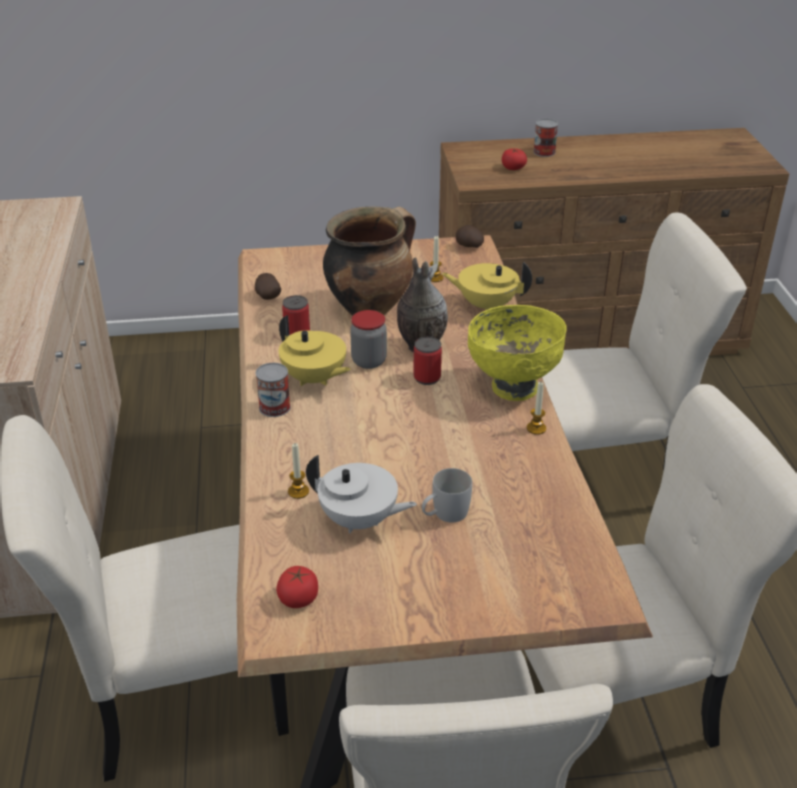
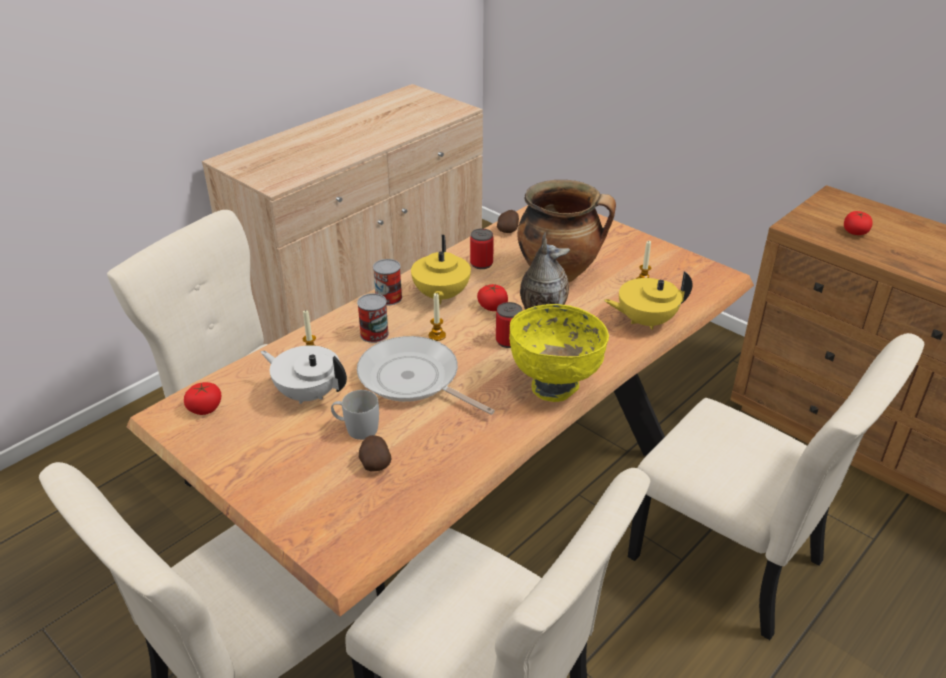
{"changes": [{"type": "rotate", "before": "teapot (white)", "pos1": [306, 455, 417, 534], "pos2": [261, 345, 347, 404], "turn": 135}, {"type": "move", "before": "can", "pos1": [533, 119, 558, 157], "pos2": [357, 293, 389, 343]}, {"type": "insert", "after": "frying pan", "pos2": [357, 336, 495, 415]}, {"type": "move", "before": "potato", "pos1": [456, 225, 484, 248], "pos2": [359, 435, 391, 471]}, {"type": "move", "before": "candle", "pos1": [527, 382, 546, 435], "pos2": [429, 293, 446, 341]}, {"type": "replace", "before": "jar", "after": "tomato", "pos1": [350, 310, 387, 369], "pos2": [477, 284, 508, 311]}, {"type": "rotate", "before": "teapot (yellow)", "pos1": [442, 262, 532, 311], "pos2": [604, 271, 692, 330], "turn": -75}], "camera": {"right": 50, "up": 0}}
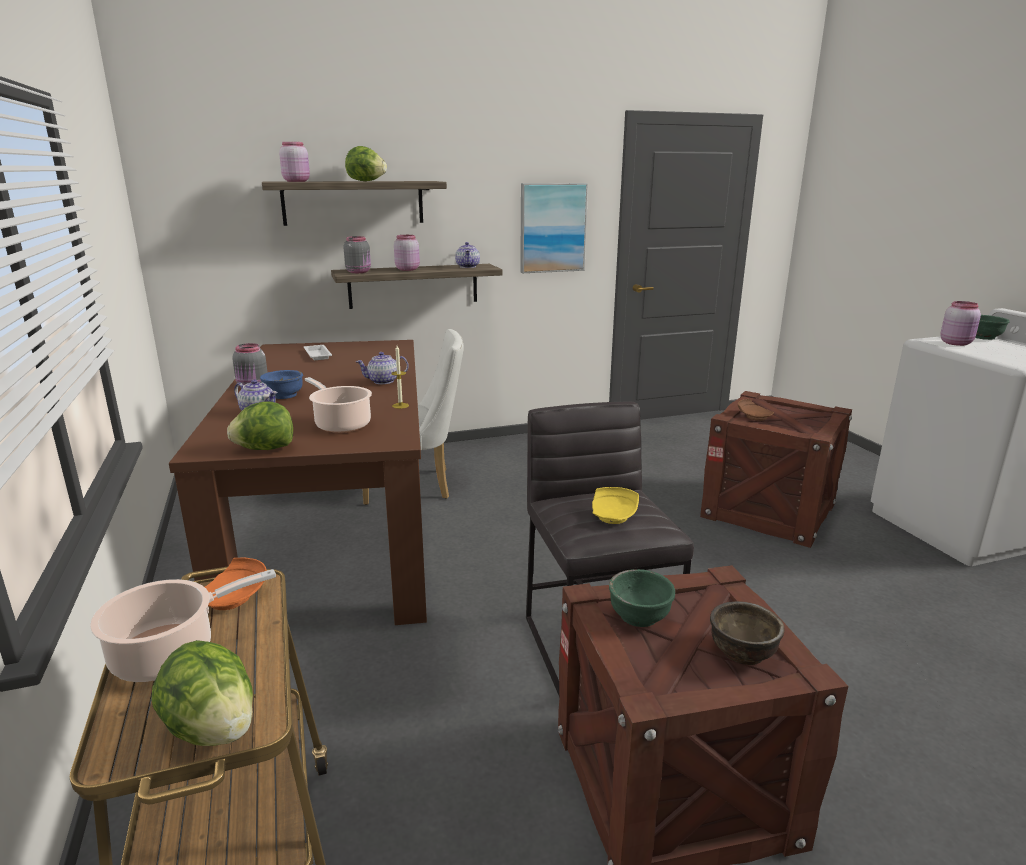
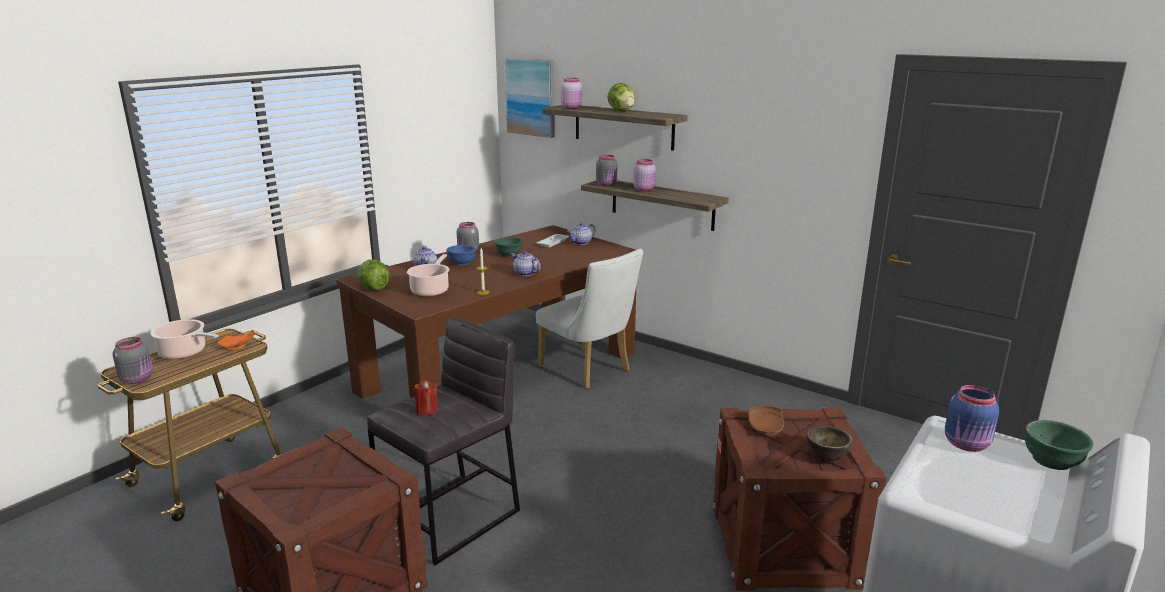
{"changes": [{"type": "replace", "before": "lettuce", "after": "jar (grey)", "pos1": [151, 640, 253, 746], "pos2": [113, 337, 153, 384]}, {"type": "replace", "before": "plate (yellow)", "after": "candle (red)", "pos1": [592, 487, 639, 524], "pos2": [414, 381, 438, 415]}, {"type": "move", "before": "bowl (green)", "pos1": [609, 569, 675, 627], "pos2": [494, 237, 522, 257]}, {"type": "move", "before": "picture", "pos1": [520, 183, 588, 273], "pos2": [504, 58, 555, 138]}, {"type": "move", "before": "teapot", "pos1": [455, 242, 480, 268], "pos2": [567, 222, 595, 245]}, {"type": "move", "before": "bowl (brown)", "pos1": [710, 601, 785, 665], "pos2": [806, 425, 853, 463]}, {"type": "recolor", "before": "jar (pink)", "after": "jar (blue)", "pos1": [940, 301, 981, 346], "pos2": [945, 385, 999, 452]}], "camera": {"right": 55, "up": 0}}
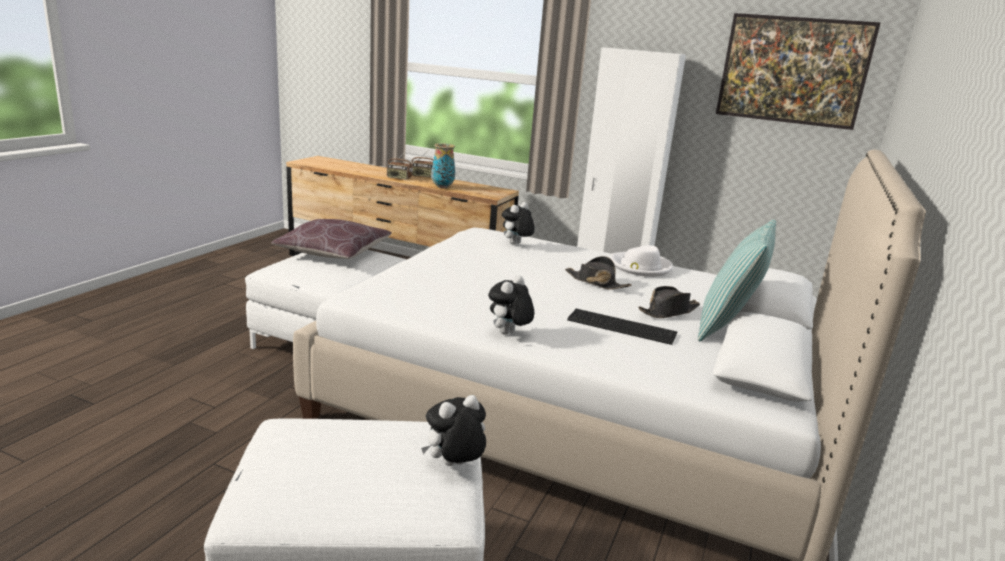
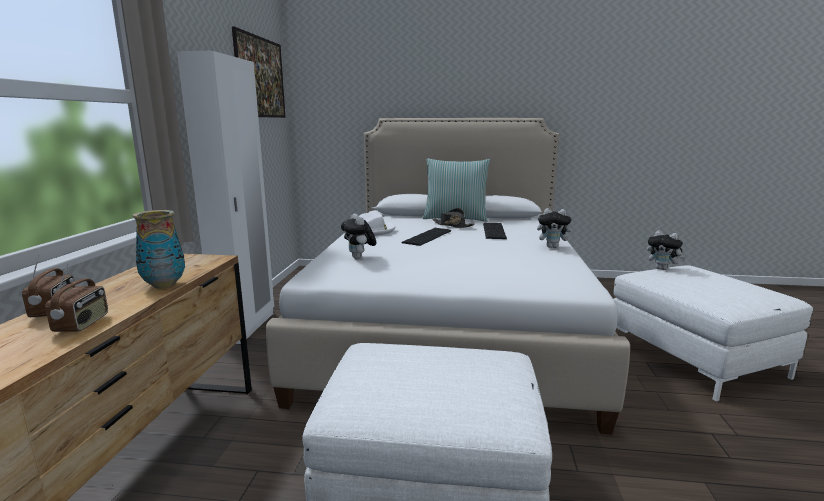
{"changes": [{"type": "rotate", "before": "plush toy", "pos1": [502, 202, 535, 245], "pos2": [341, 214, 376, 259], "turn": 45}, {"type": "replace", "before": "hat (black)", "after": "keyboard", "pos1": [565, 256, 632, 290], "pos2": [401, 228, 451, 246]}, {"type": "delete", "before": "pillow (brown)", "pos1": [271, 219, 392, 259]}], "camera": {"right": -105, "up": -5}}
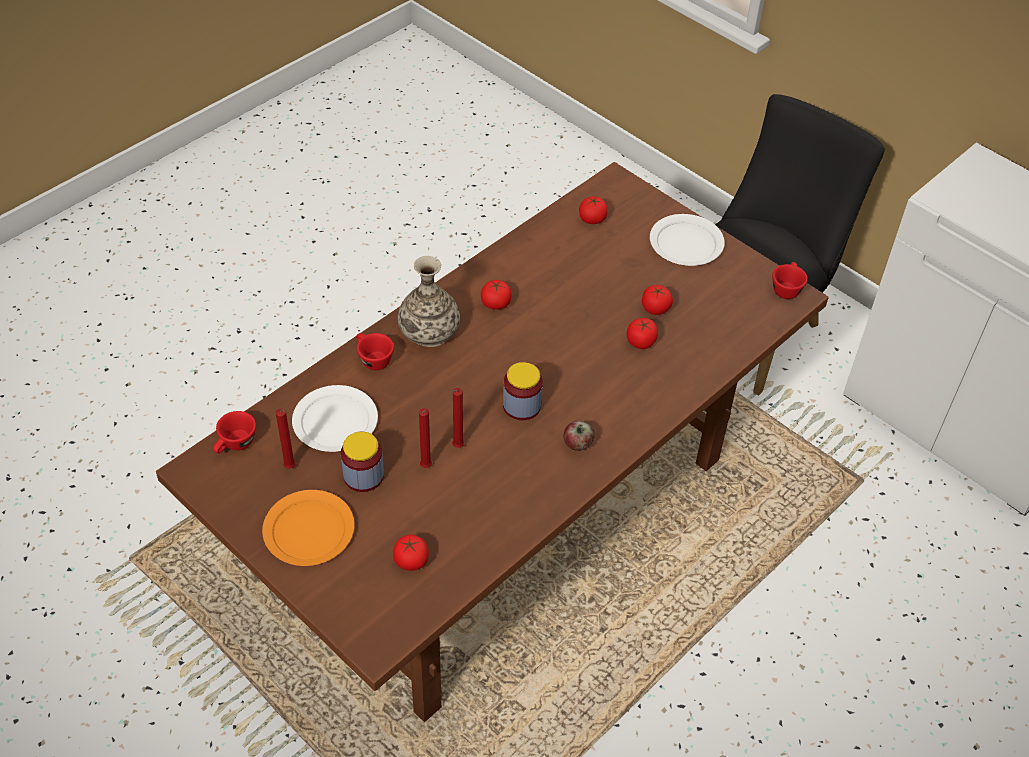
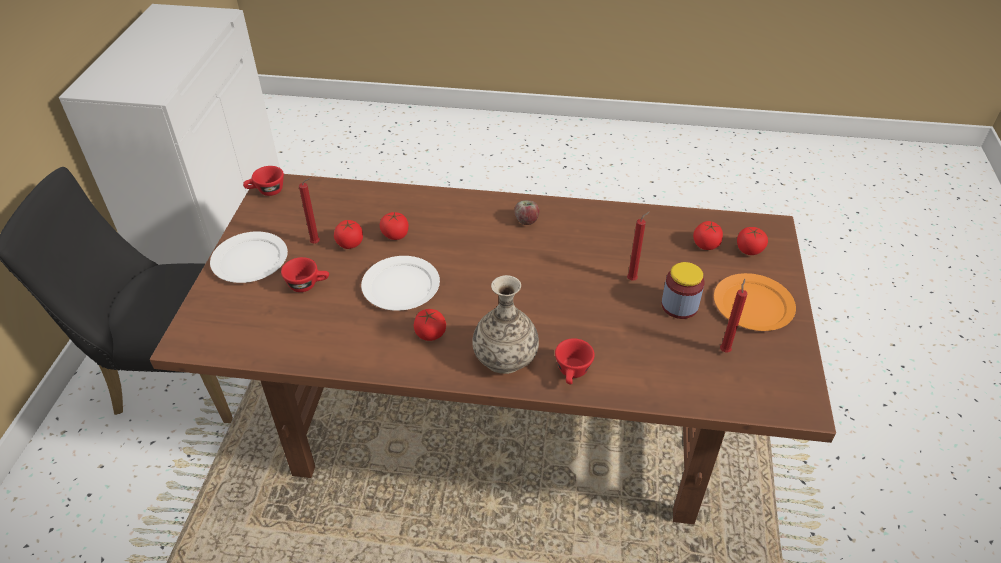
{"changes": [{"type": "move", "before": "cup (red)", "pos1": [213, 411, 256, 454], "pos2": [281, 257, 329, 292]}, {"type": "move", "before": "candle (red)", "pos1": [452, 388, 464, 448], "pos2": [299, 178, 320, 244]}, {"type": "move", "before": "plate (white)", "pos1": [292, 385, 378, 452], "pos2": [361, 256, 440, 311]}, {"type": "move", "before": "tomato", "pos1": [579, 196, 608, 224], "pos2": [737, 227, 768, 255]}, {"type": "delete", "before": "jar", "pos1": [503, 362, 543, 420]}], "camera": {"right": -125, "up": -5}}
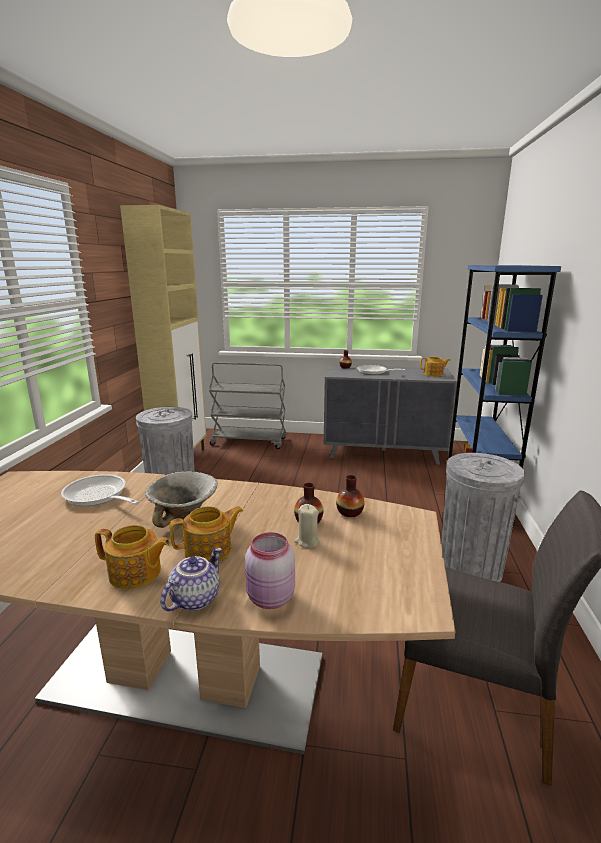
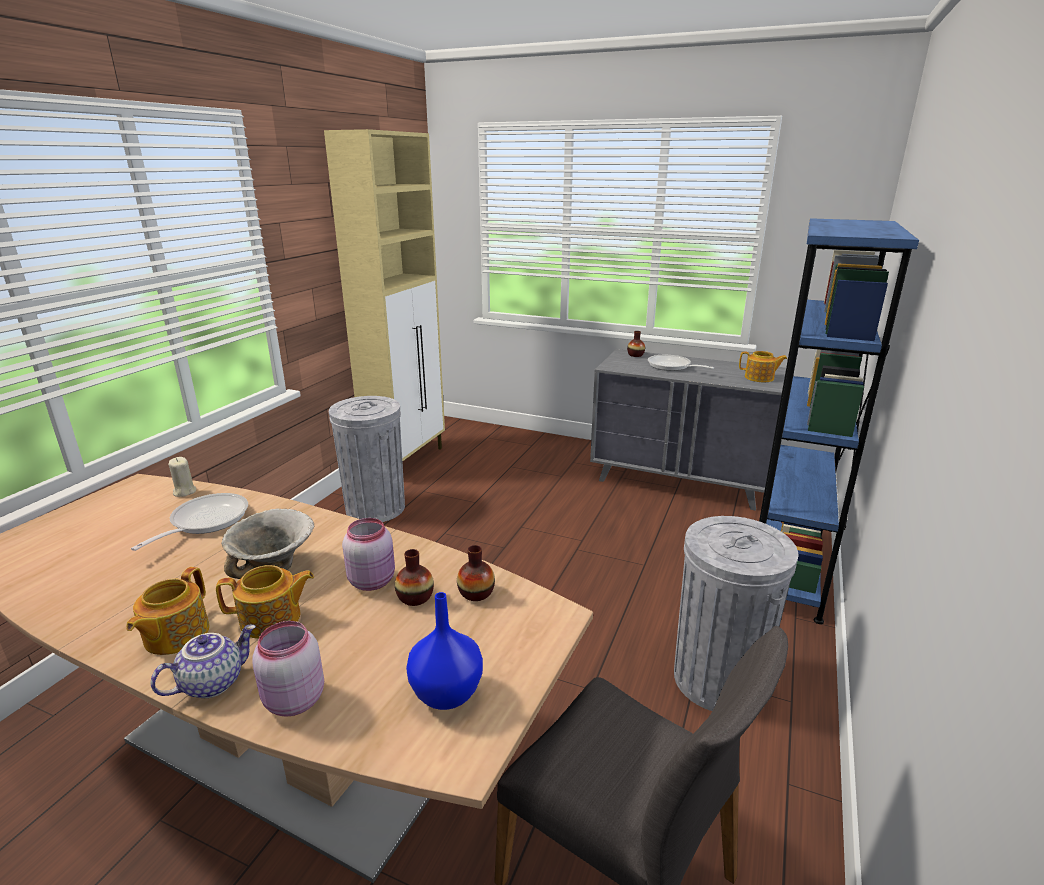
{"changes": [{"type": "rotate", "before": "teapot", "pos1": [95, 525, 170, 589], "pos2": [126, 567, 209, 655], "turn": 75}, {"type": "rotate", "before": "frying pan", "pos1": [61, 474, 139, 506], "pos2": [131, 493, 248, 551], "turn": 60}, {"type": "move", "before": "candle (beige)", "pos1": [294, 504, 321, 548], "pos2": [168, 457, 196, 497]}, {"type": "insert", "after": "jar (pink)", "pos2": [342, 518, 395, 591]}, {"type": "insert", "after": "vase (blue)", "pos2": [406, 592, 483, 710]}, {"type": "delete", "before": "cart (grey)", "pos1": [209, 362, 287, 449]}], "camera": {"right": 15, "up": 5}}
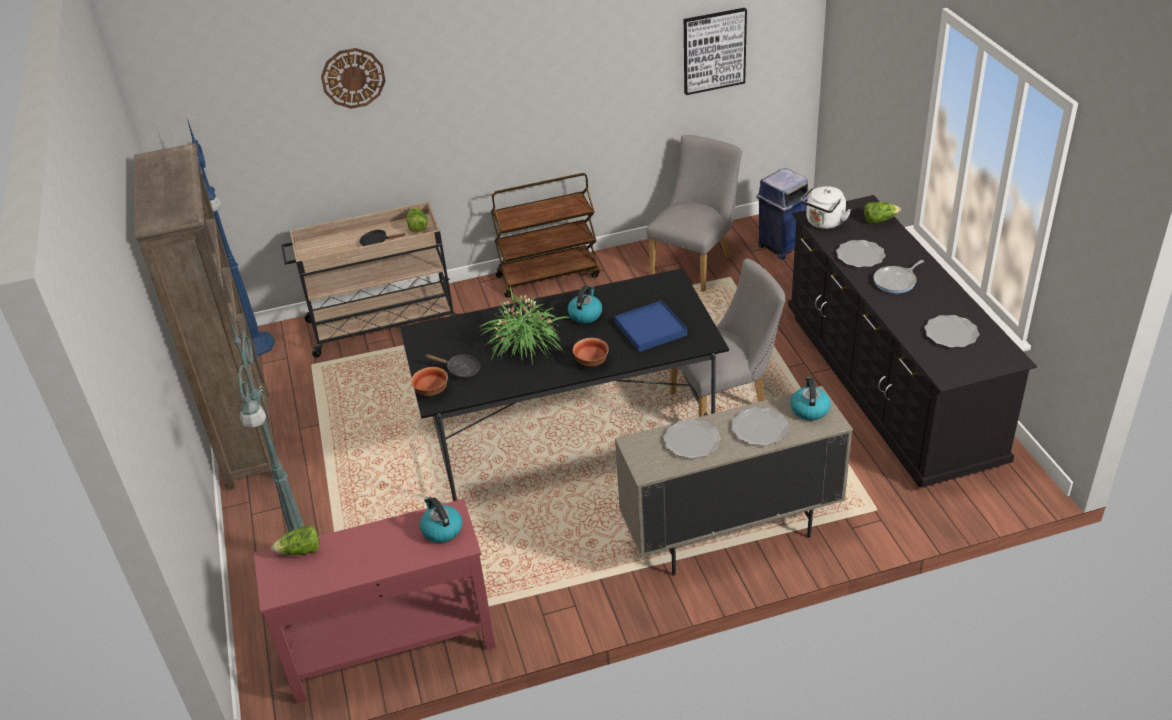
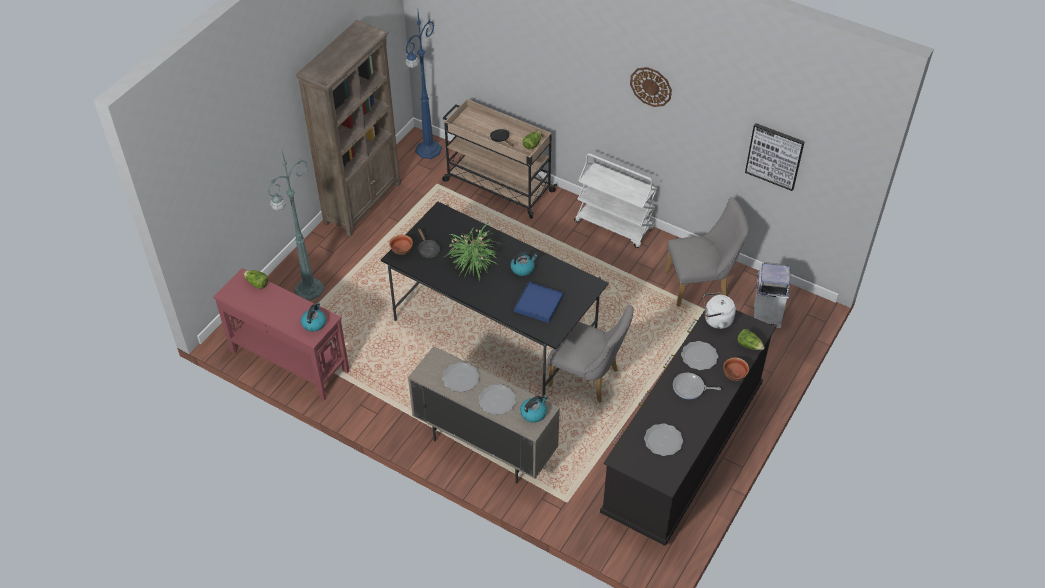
{"changes": [{"type": "recolor", "before": "cart (brown)", "after": "cart (white)", "pos1": [491, 173, 600, 298], "pos2": [574, 153, 657, 248]}, {"type": "move", "before": "wall clock", "pos1": [321, 48, 386, 109], "pos2": [630, 67, 672, 107]}, {"type": "move", "before": "bowl", "pos1": [573, 338, 609, 366], "pos2": [723, 357, 749, 381]}, {"type": "recolor", "before": "trash can (blue)", "after": "trash can (white)", "pos1": [756, 168, 810, 260], "pos2": [754, 262, 791, 328]}], "camera": {"right": 45, "up": 10}}
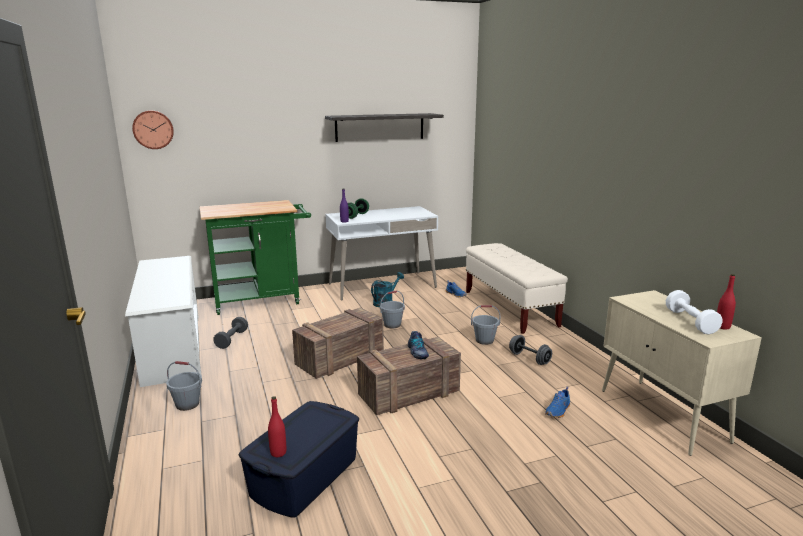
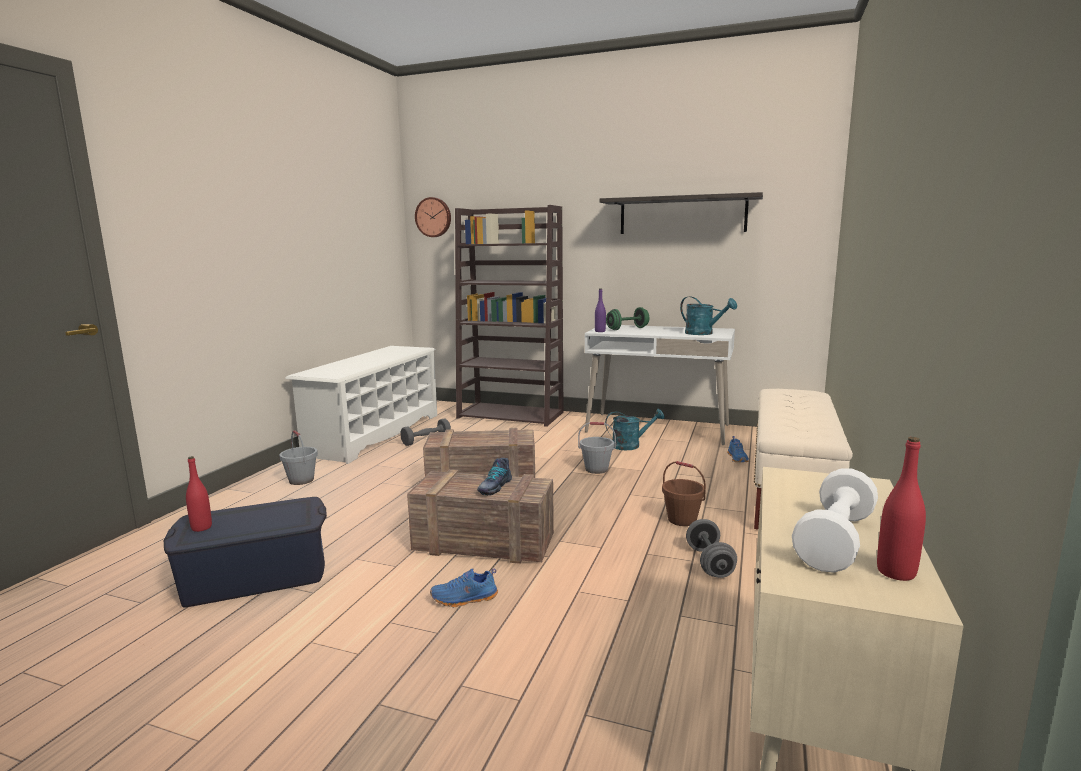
{"changes": [{"type": "move", "before": "shoe (blue)", "pos1": [545, 387, 570, 418], "pos2": [430, 568, 498, 607]}, {"type": "replace", "before": "cart (green)", "after": "bookcase (brown)", "pos1": [200, 200, 311, 315], "pos2": [455, 205, 563, 427]}, {"type": "recolor", "before": "bucket (grey)", "after": "bucket (brown)", "pos1": [471, 305, 501, 345], "pos2": [662, 461, 706, 526]}, {"type": "insert", "after": "watering can (turquoise)", "pos2": [680, 296, 737, 335]}], "camera": {"right": 40, "up": -5}}
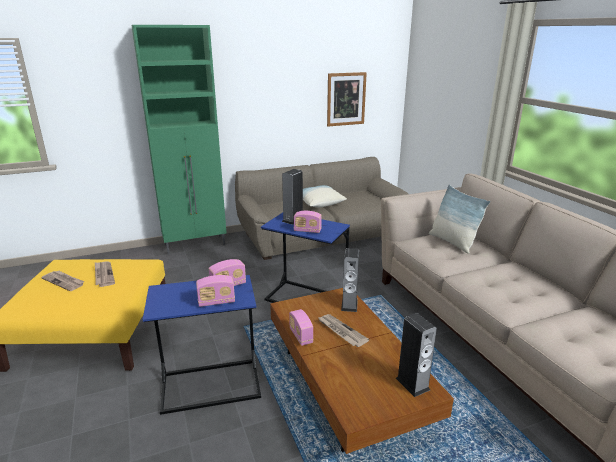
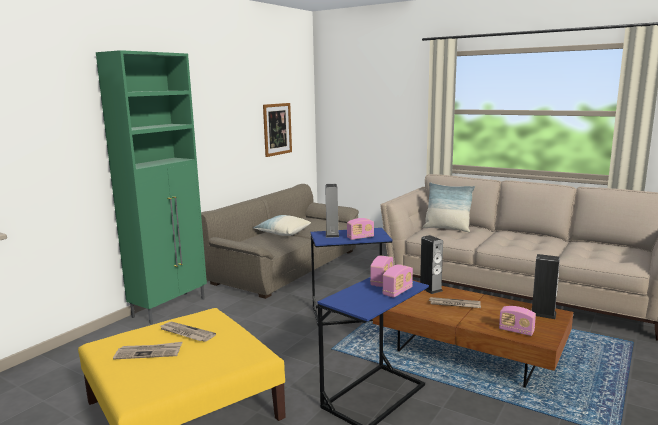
{"changes": [{"type": "move", "before": "radio", "pos1": [289, 309, 313, 346], "pos2": [499, 306, 536, 336]}], "camera": {"right": -35, "up": -10}}
